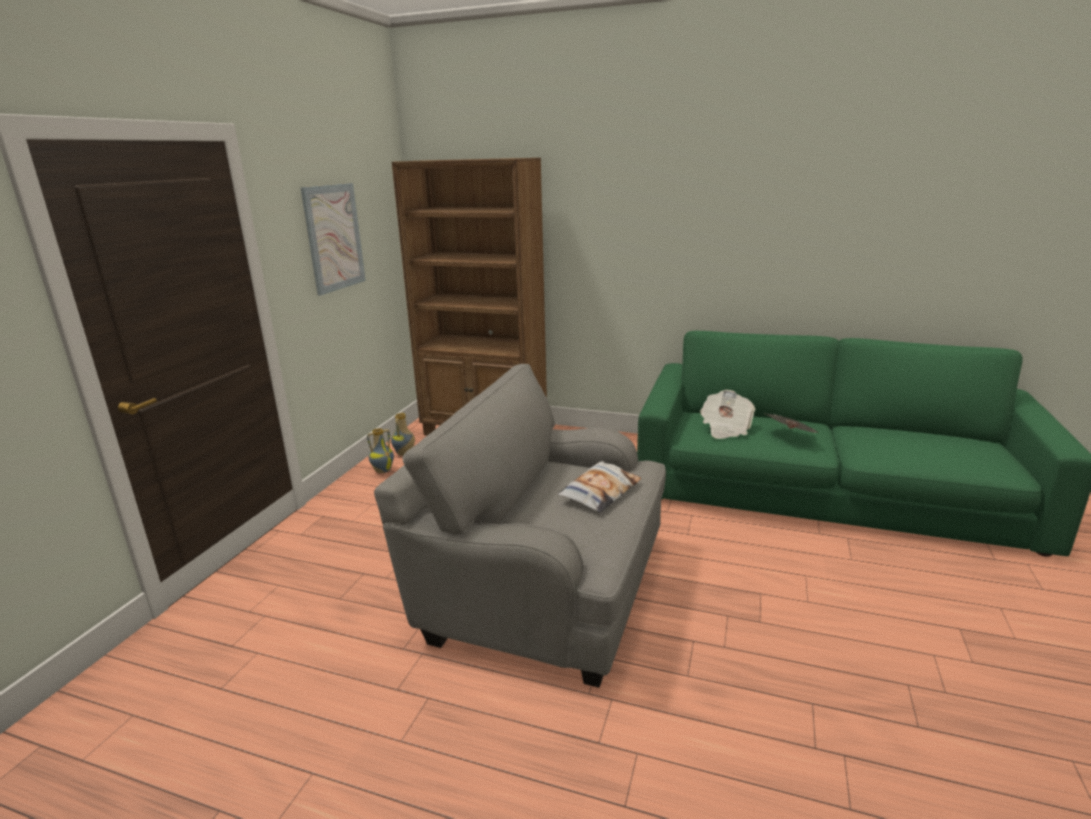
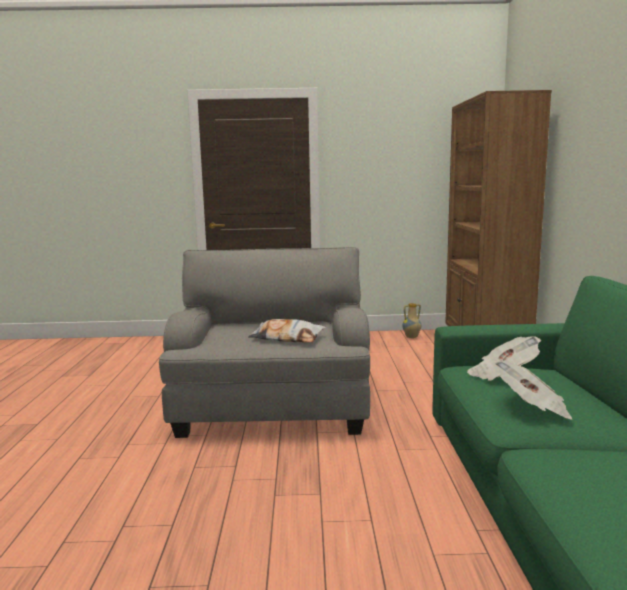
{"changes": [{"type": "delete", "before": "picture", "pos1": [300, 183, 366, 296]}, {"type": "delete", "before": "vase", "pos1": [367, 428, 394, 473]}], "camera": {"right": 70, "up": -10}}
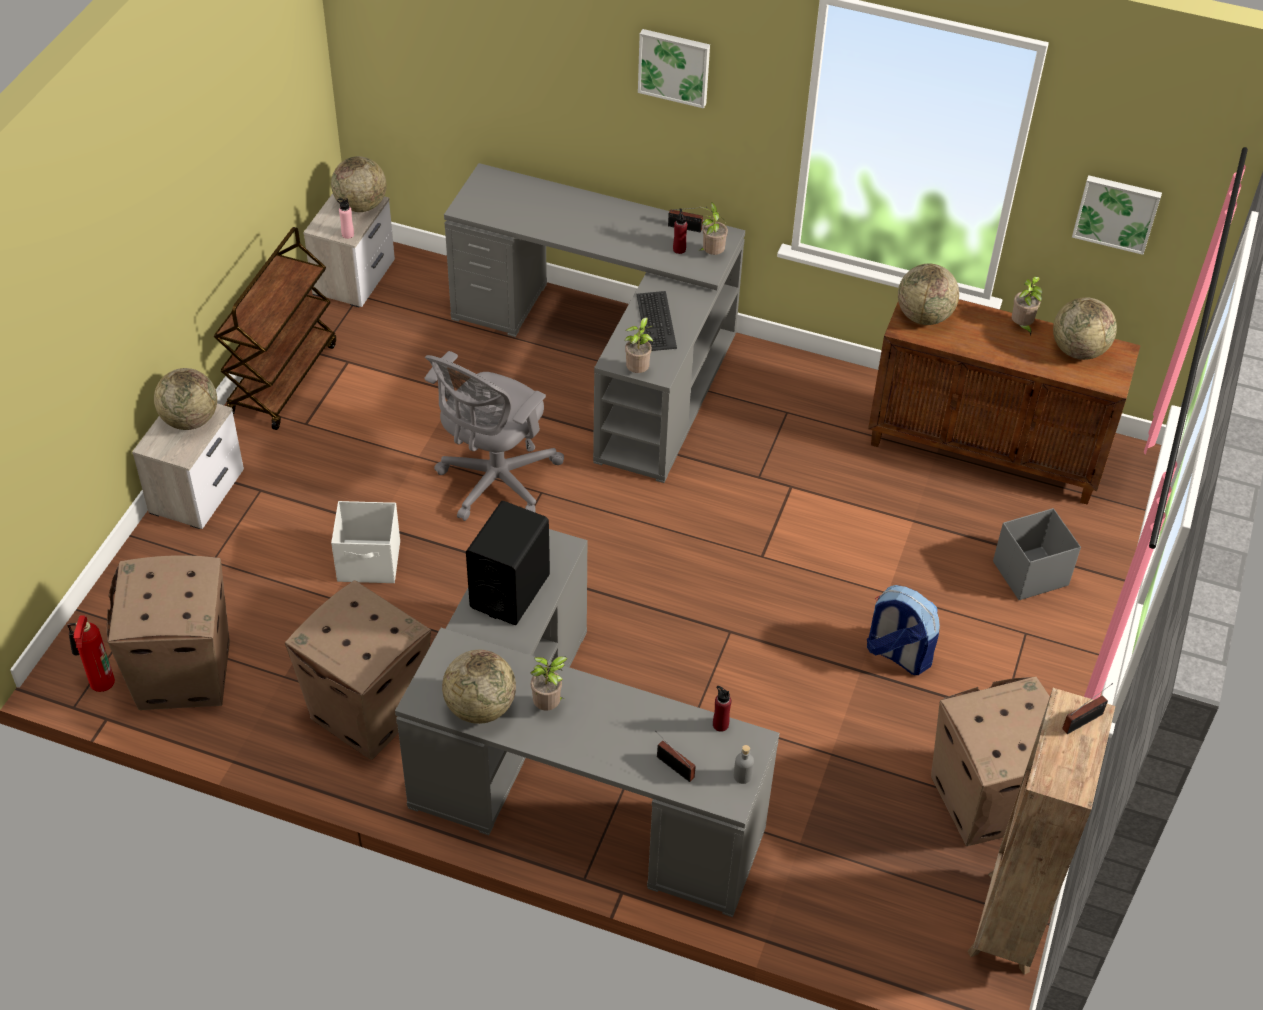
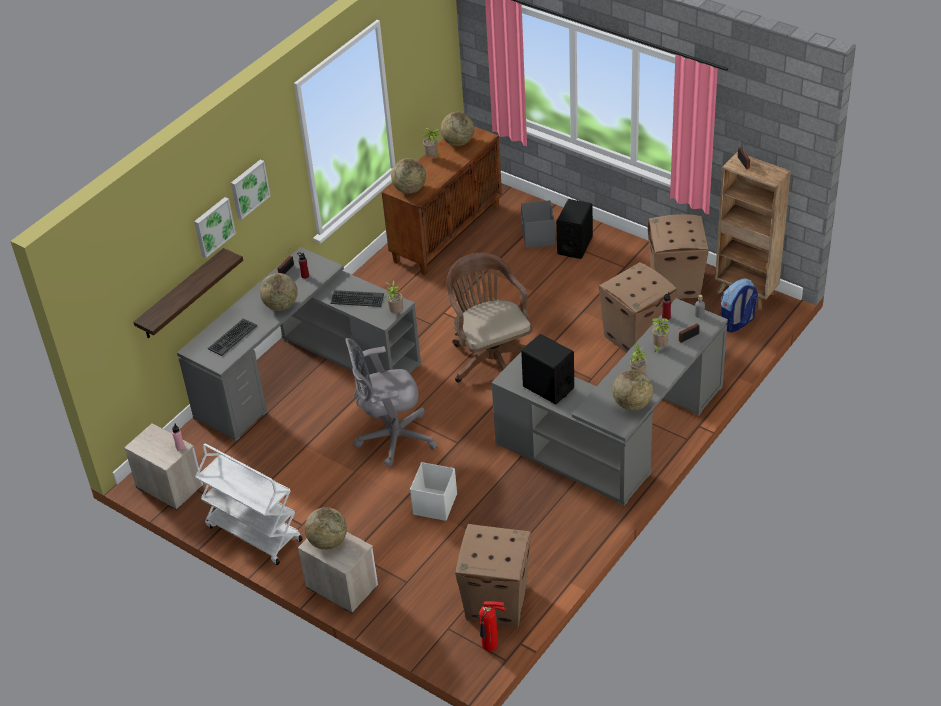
{"changes": [{"type": "insert", "after": "shelf", "pos2": [133, 248, 243, 338]}, {"type": "move", "before": "picture", "pos1": [1072, 175, 1162, 255], "pos2": [194, 197, 236, 258]}, {"type": "recolor", "before": "cart (brown)", "after": "cart (white)", "pos1": [214, 227, 336, 430], "pos2": [195, 444, 303, 565]}, {"type": "insert", "after": "keyboard", "pos2": [208, 318, 257, 356]}, {"type": "move", "before": "globe", "pos1": [331, 156, 387, 212], "pos2": [260, 273, 298, 311]}, {"type": "rotate", "before": "office chair (grey)", "pos1": [425, 351, 564, 521], "pos2": [345, 338, 438, 467], "turn": 120}, {"type": "insert", "after": "office chair (brown)", "pos2": [447, 253, 533, 383]}, {"type": "insert", "after": "speaker (black)", "pos2": [556, 199, 593, 259]}, {"type": "move", "before": "cardboard box", "pos1": [285, 580, 431, 760], "pos2": [599, 262, 677, 353]}, {"type": "move", "before": "potted plant", "pos1": [698, 202, 728, 255], "pos2": [651, 318, 670, 353]}, {"type": "move", "before": "backpack", "pos1": [867, 585, 940, 675], "pos2": [721, 278, 758, 333]}], "camera": {"right": -70, "up": -5}}
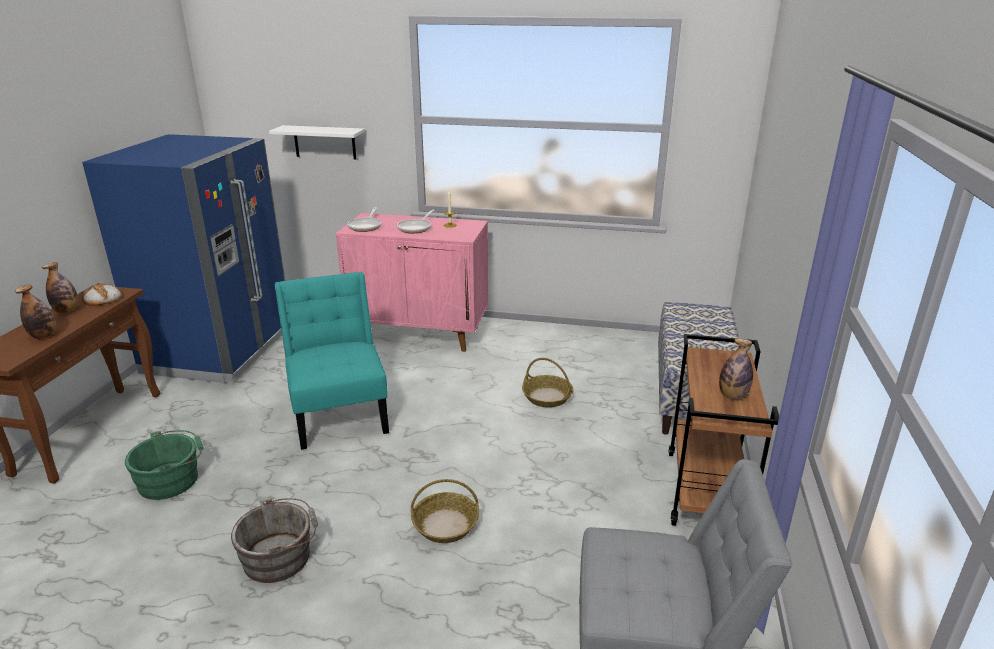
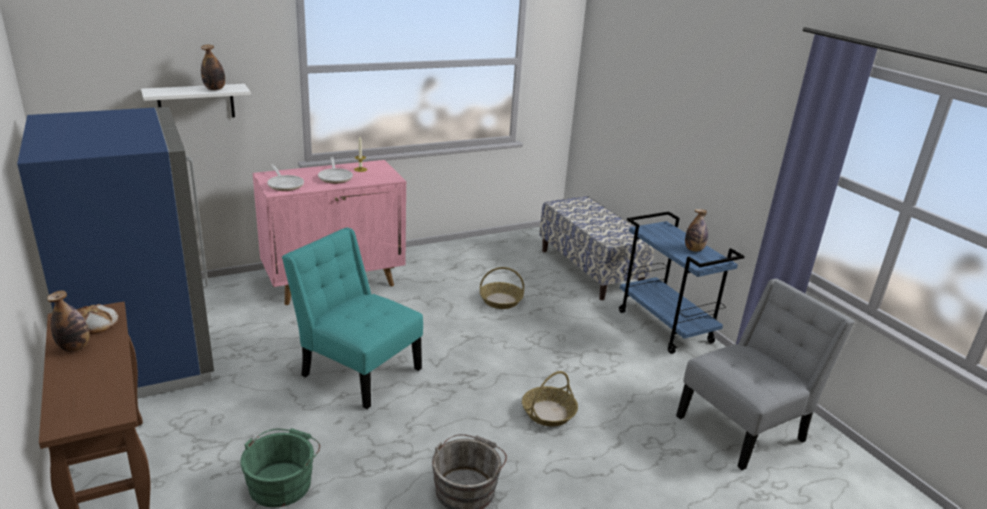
{"changes": [{"type": "move", "before": "bottle", "pos1": [15, 284, 56, 339], "pos2": [201, 45, 225, 90]}, {"type": "recolor", "before": "cart (brown)", "after": "cart (blue)", "pos1": [669, 334, 779, 526], "pos2": [619, 211, 745, 354]}], "camera": {"right": -40, "up": 0}}
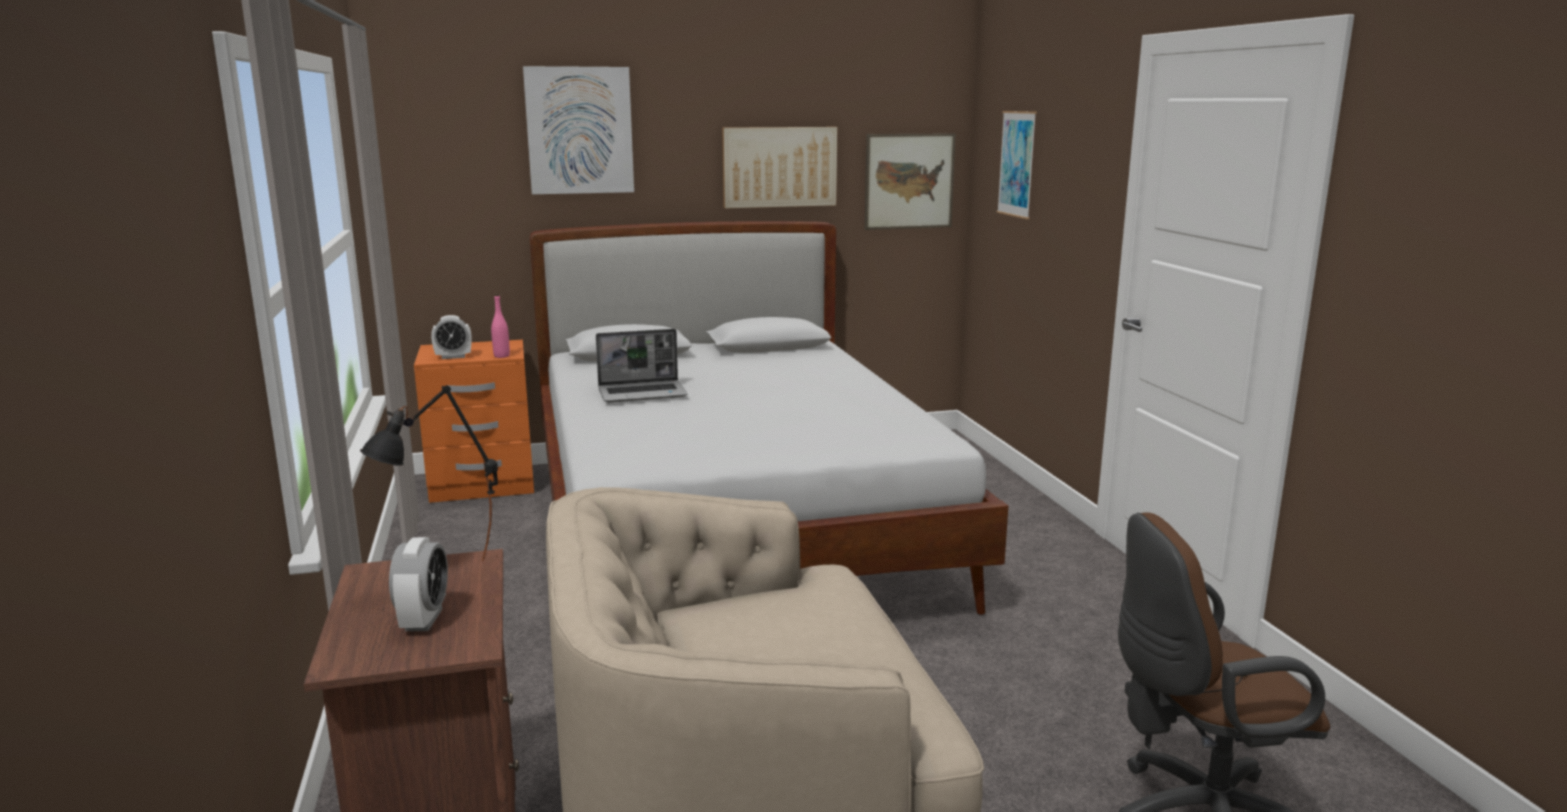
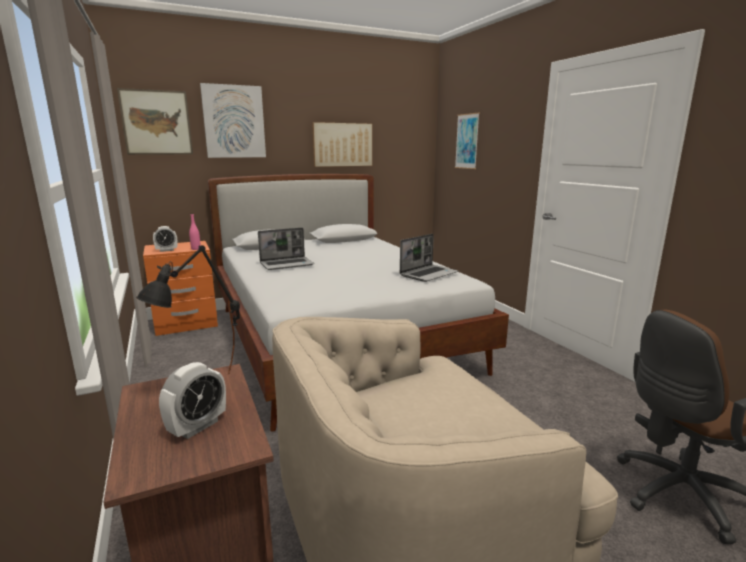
{"changes": [{"type": "move", "before": "picture", "pos1": [865, 133, 955, 230], "pos2": [117, 88, 193, 155]}, {"type": "rotate", "before": "alarm clock", "pos1": [389, 537, 448, 631], "pos2": [159, 362, 226, 439], "turn": 45}, {"type": "insert", "after": "laptop", "pos2": [400, 234, 459, 282]}], "camera": {"right": -10, "up": 0}}
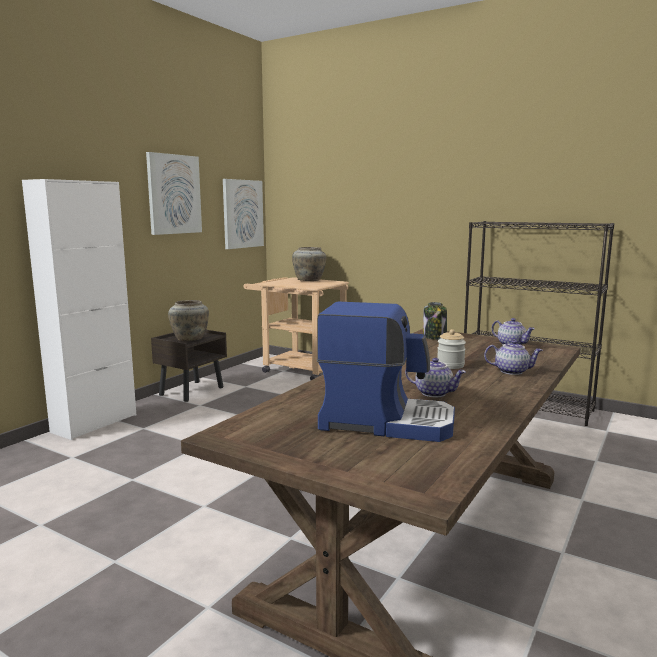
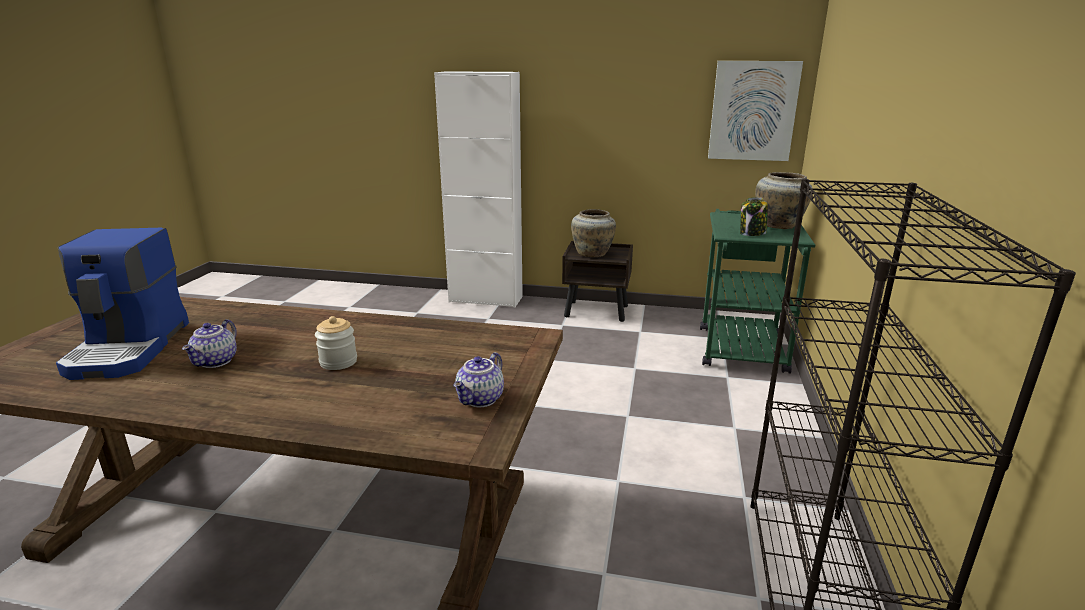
{"changes": [{"type": "recolor", "before": "cart (beige)", "after": "cart (green)", "pos1": [244, 277, 349, 380], "pos2": [700, 209, 815, 374]}, {"type": "move", "before": "jar", "pos1": [423, 302, 447, 340], "pos2": [740, 197, 768, 236]}, {"type": "delete", "before": "picture", "pos1": [146, 152, 202, 235]}, {"type": "delete", "before": "teapot", "pos1": [484, 340, 543, 375]}], "camera": {"right": 70, "up": 10}}
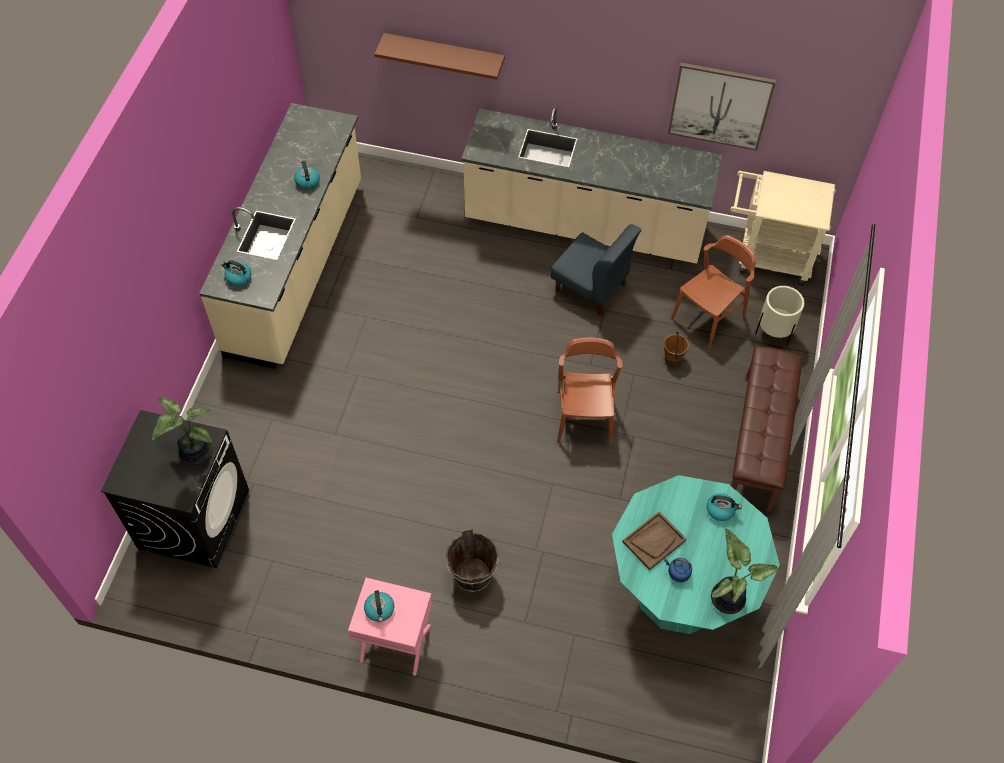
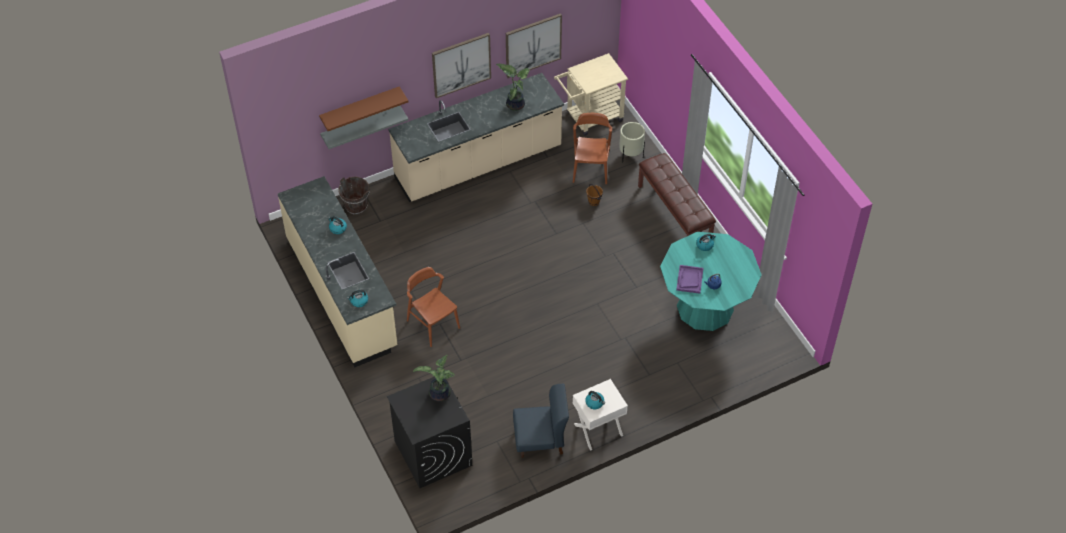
{"changes": [{"type": "insert", "after": "shelf (grey)", "pos2": [320, 106, 408, 149]}, {"type": "move", "before": "bucket (brown)", "pos1": [446, 529, 499, 592], "pos2": [338, 176, 370, 215]}, {"type": "move", "before": "chair (brown)", "pos1": [557, 337, 622, 444], "pos2": [407, 267, 460, 347]}, {"type": "insert", "after": "picture", "pos2": [432, 33, 491, 98]}, {"type": "move", "before": "potted plant", "pos1": [711, 528, 779, 614], "pos2": [496, 64, 530, 111]}, {"type": "move", "before": "chair (blue)", "pos1": [550, 224, 642, 316], "pos2": [513, 384, 569, 458]}, {"type": "recolor", "before": "nightstand (pink)", "after": "nightstand (white)", "pos1": [348, 578, 432, 676], "pos2": [573, 379, 628, 451]}, {"type": "recolor", "before": "tray (brown)", "after": "tray (purple)", "pos1": [622, 511, 686, 571], "pos2": [676, 265, 703, 294]}], "camera": {"right": -40, "up": -5}}
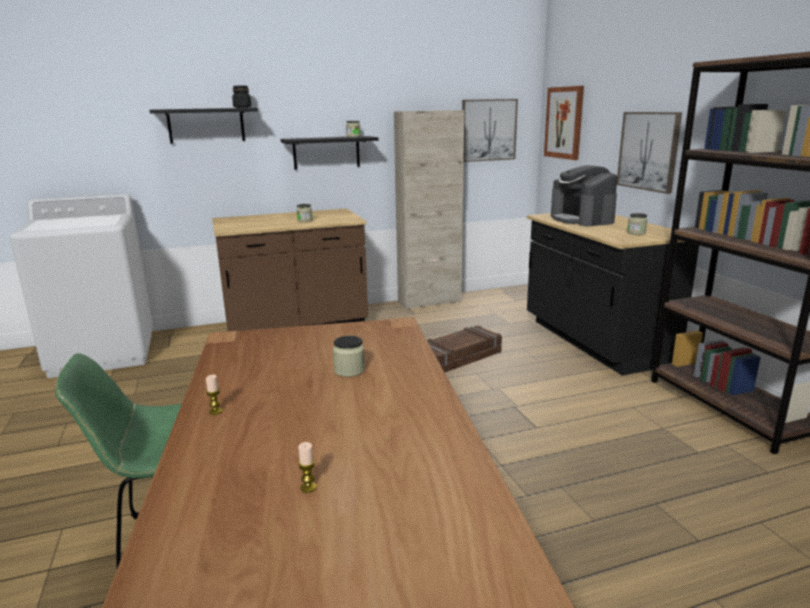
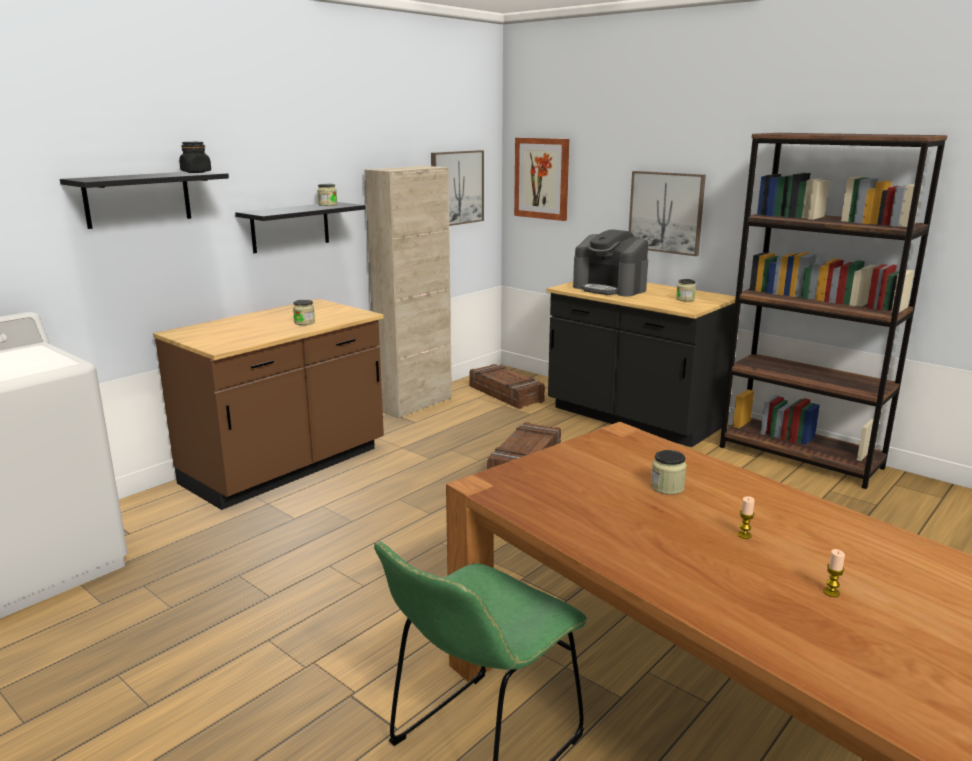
{"changes": [{"type": "insert", "after": "crate", "pos2": [469, 364, 545, 409]}, {"type": "move", "before": "candle", "pos1": [206, 375, 223, 415], "pos2": [737, 496, 755, 539]}], "camera": {"right": -30, "up": 0}}
